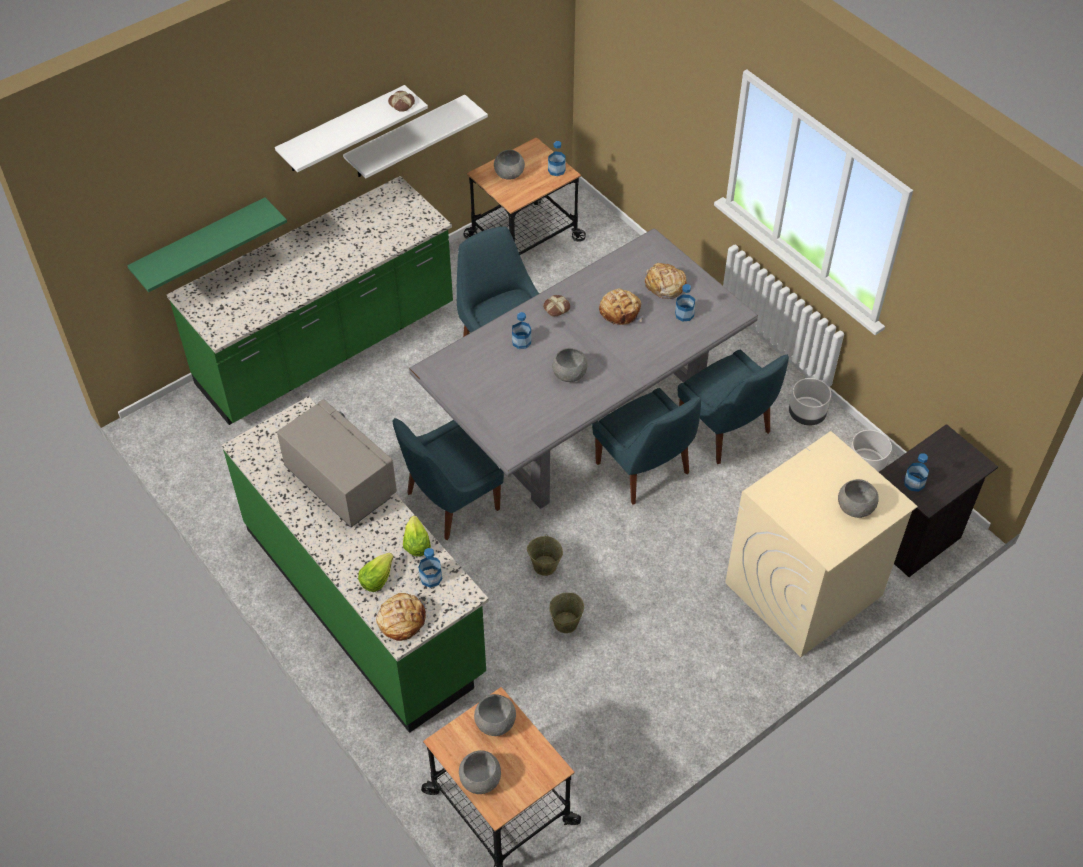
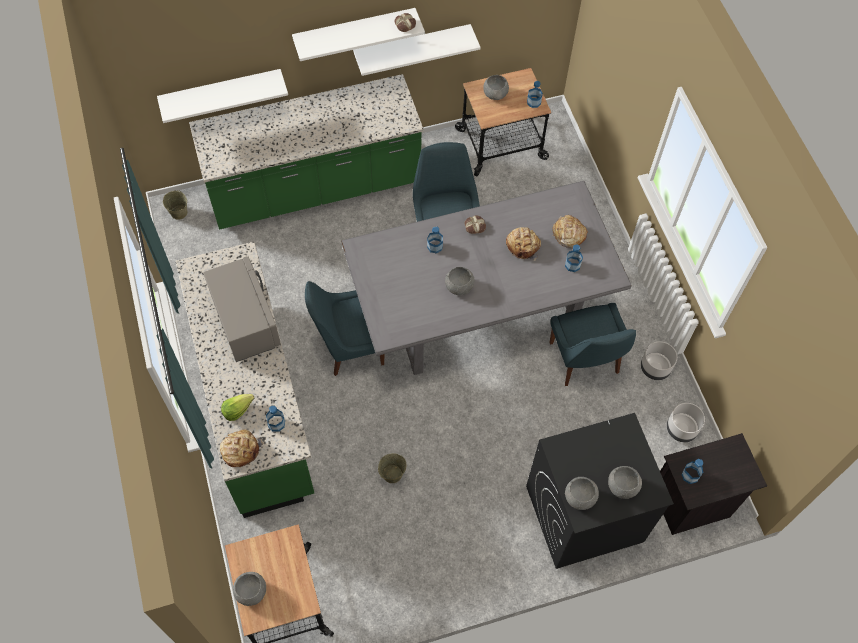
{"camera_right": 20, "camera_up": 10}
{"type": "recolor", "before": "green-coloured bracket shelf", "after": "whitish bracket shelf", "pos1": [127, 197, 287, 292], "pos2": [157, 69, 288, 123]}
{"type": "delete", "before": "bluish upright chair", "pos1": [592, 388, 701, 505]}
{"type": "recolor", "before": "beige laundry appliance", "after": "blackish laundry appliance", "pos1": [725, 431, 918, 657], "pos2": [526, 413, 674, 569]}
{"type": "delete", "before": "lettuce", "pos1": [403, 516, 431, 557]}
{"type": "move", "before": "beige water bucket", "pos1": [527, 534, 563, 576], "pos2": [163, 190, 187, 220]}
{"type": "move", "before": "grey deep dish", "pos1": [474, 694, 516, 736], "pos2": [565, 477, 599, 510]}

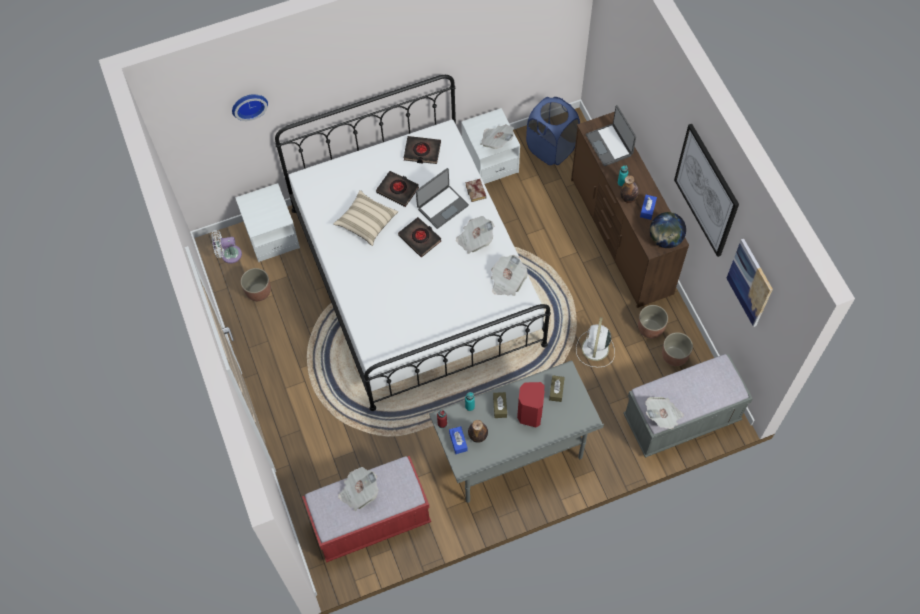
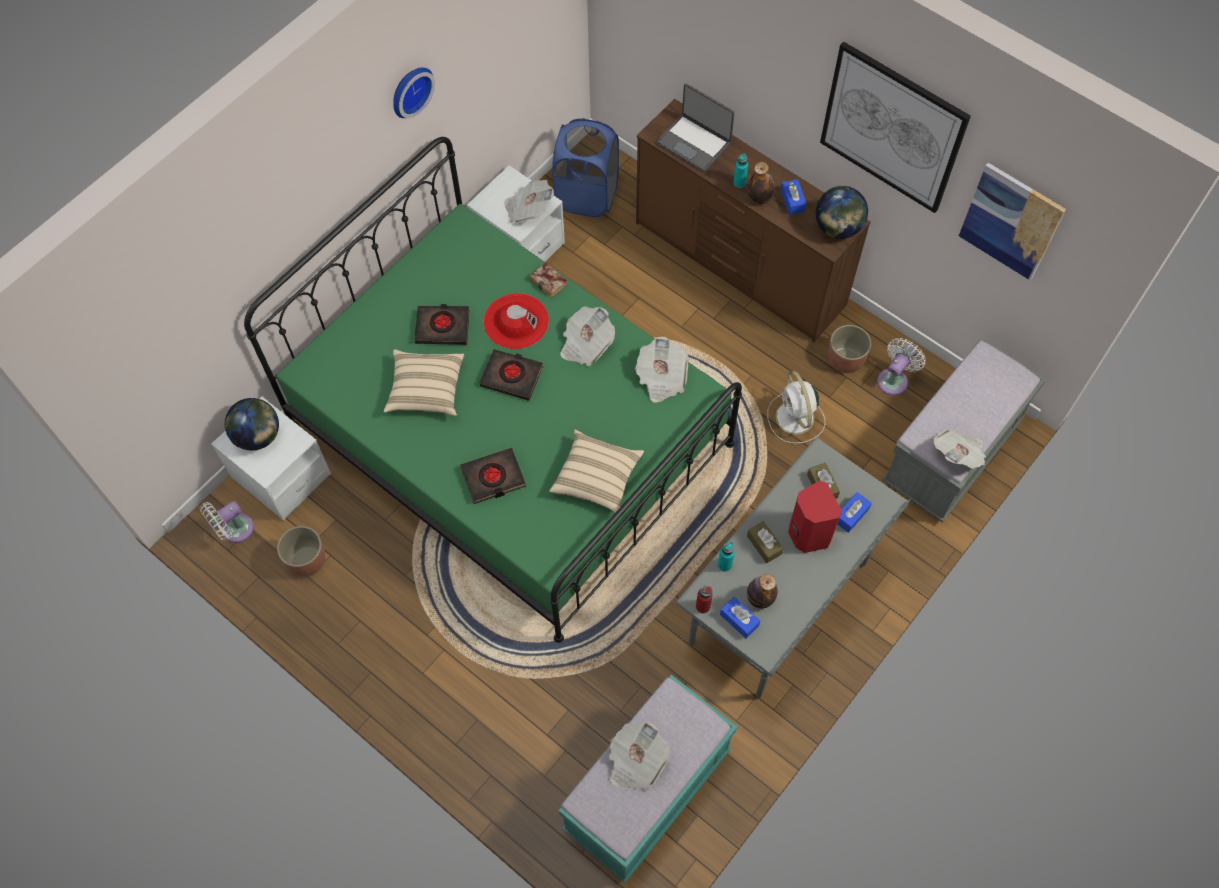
{"camera_right": -30, "camera_up": 0}
{"type": "recolor", "before": "whitish sleeping bed", "after": "green-coloured sleeping bed", "pos1": [275, 75, 551, 411], "pos2": [244, 137, 742, 643]}
{"type": "move", "before": "hanging clock", "pos1": [232, 94, 268, 121], "pos2": [393, 67, 435, 118]}
{"type": "move", "before": "blackish bound book", "pos1": [404, 136, 441, 164], "pos2": [460, 448, 526, 504]}
{"type": "replace", "before": "laptop", "after": "reddish wearable hat", "pos1": [416, 168, 469, 229], "pos2": [484, 293, 549, 349]}
{"type": "replace", "before": "flower pot", "after": "whitish electric fan", "pos1": [662, 332, 693, 366], "pos2": [877, 338, 926, 396]}
{"type": "recolor", "before": "reddish bench", "after": "turquoise-coloured bench", "pos1": [302, 456, 431, 563], "pos2": [559, 675, 738, 883]}
{"type": "insert", "after": "globe", "pos2": [225, 398, 279, 451]}
{"type": "insert", "after": "beige pillow", "pos2": [549, 430, 644, 513]}
{"type": "insert", "after": "bluish tissue box", "pos2": [837, 492, 872, 533]}

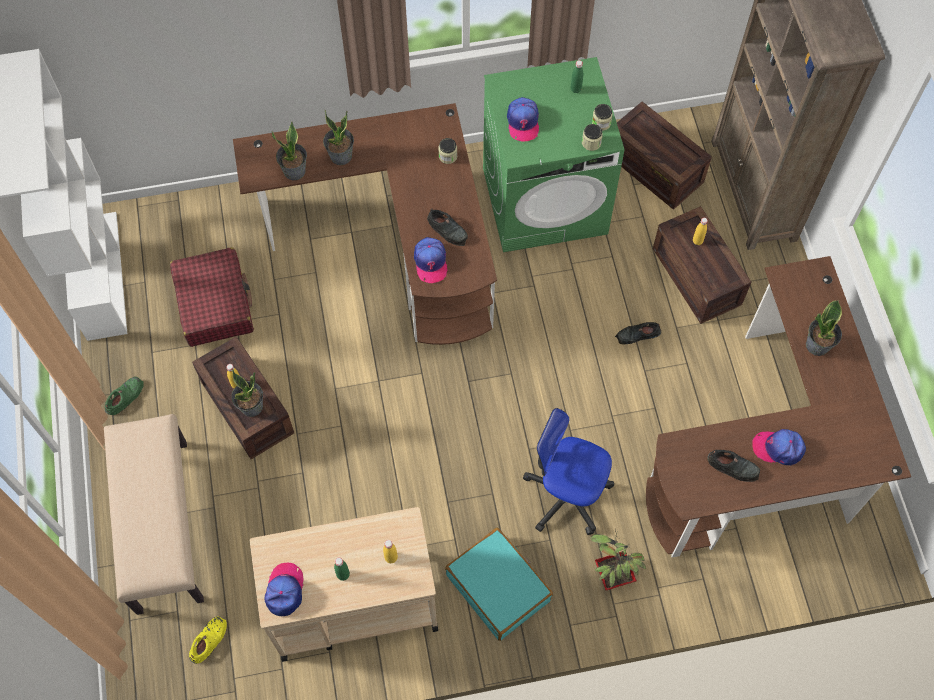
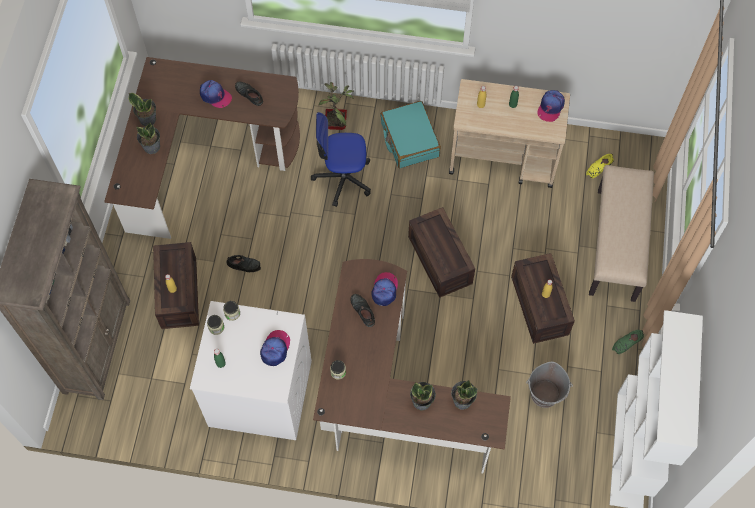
{"camera_right": -160, "camera_up": 0}
{"type": "recolor", "before": "green-coloured laundry appliance", "after": "whitish laundry appliance", "pos1": [483, 57, 624, 252], "pos2": [190, 301, 312, 440]}
{"type": "move", "before": "shipping crate", "pos1": [617, 102, 712, 210], "pos2": [408, 207, 475, 298]}
{"type": "replace", "before": "reddish piece of luggage", "after": "grey water bucket", "pos1": [170, 247, 254, 347], "pos2": [526, 362, 573, 408]}
{"type": "move", "before": "plant in a pot", "pos1": [232, 369, 263, 417], "pos2": [128, 93, 156, 126]}
{"type": "rotate", "before": "desk chair", "pos1": [523, 408, 614, 535], "pos2": [311, 112, 371, 207], "turn": 135}

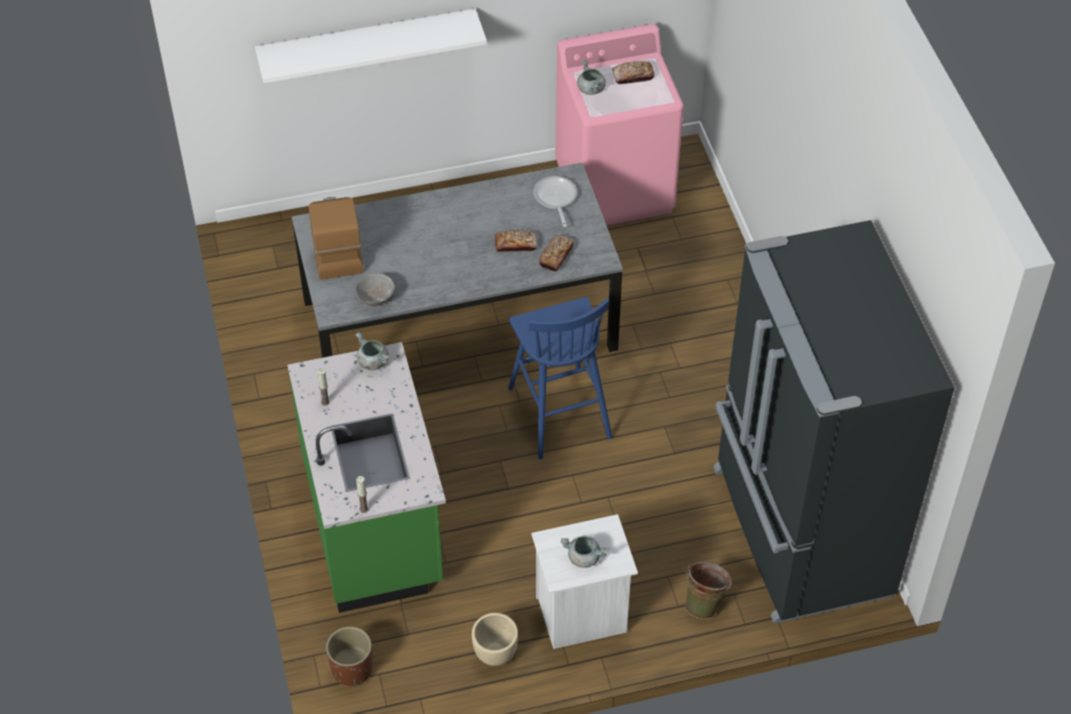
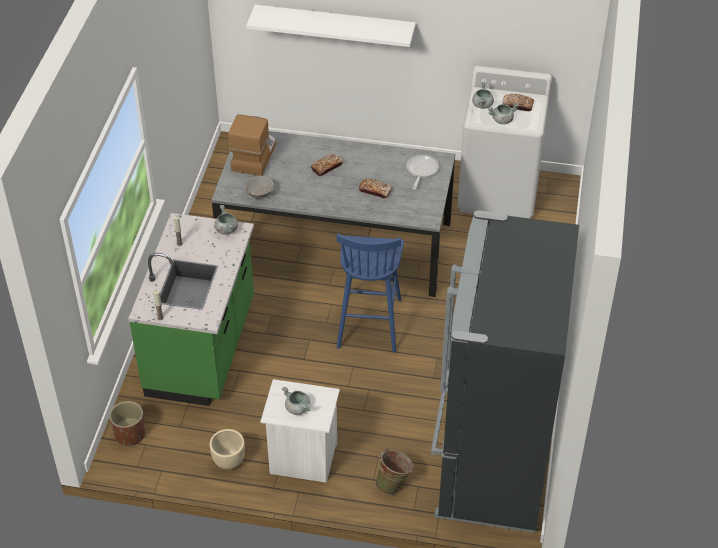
{"camera_right": 25, "camera_up": -5}
{"type": "recolor", "before": "pinkish laundry appliance", "after": "whitish laundry appliance", "pos1": [555, 24, 684, 225], "pos2": [458, 66, 552, 219]}
{"type": "move", "before": "baked bread", "pos1": [539, 235, 574, 272], "pos2": [311, 154, 343, 177]}
{"type": "insert", "after": "grey stockpot", "pos2": [488, 103, 519, 124]}

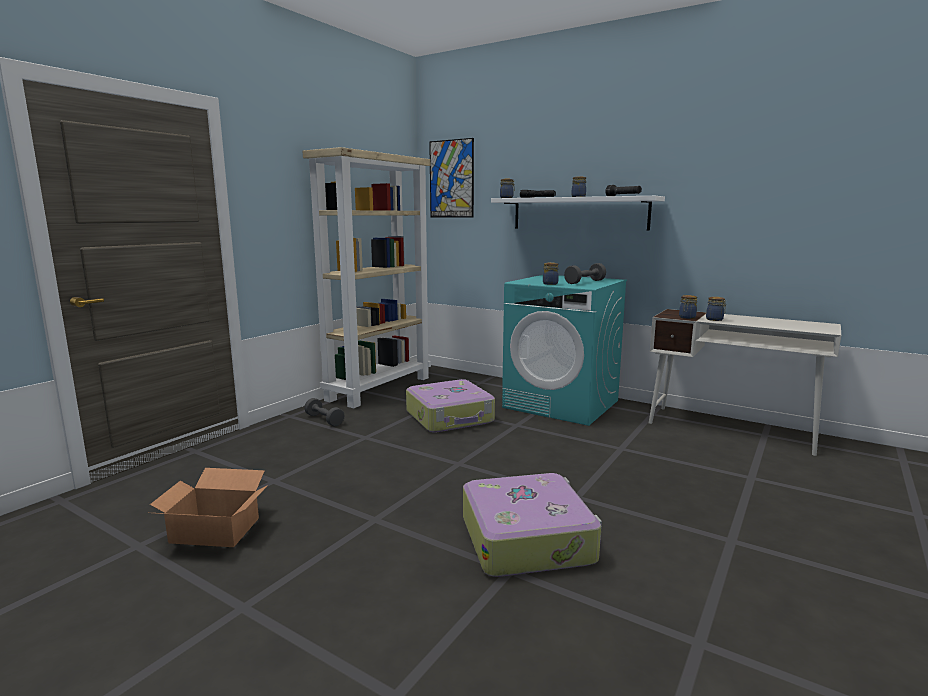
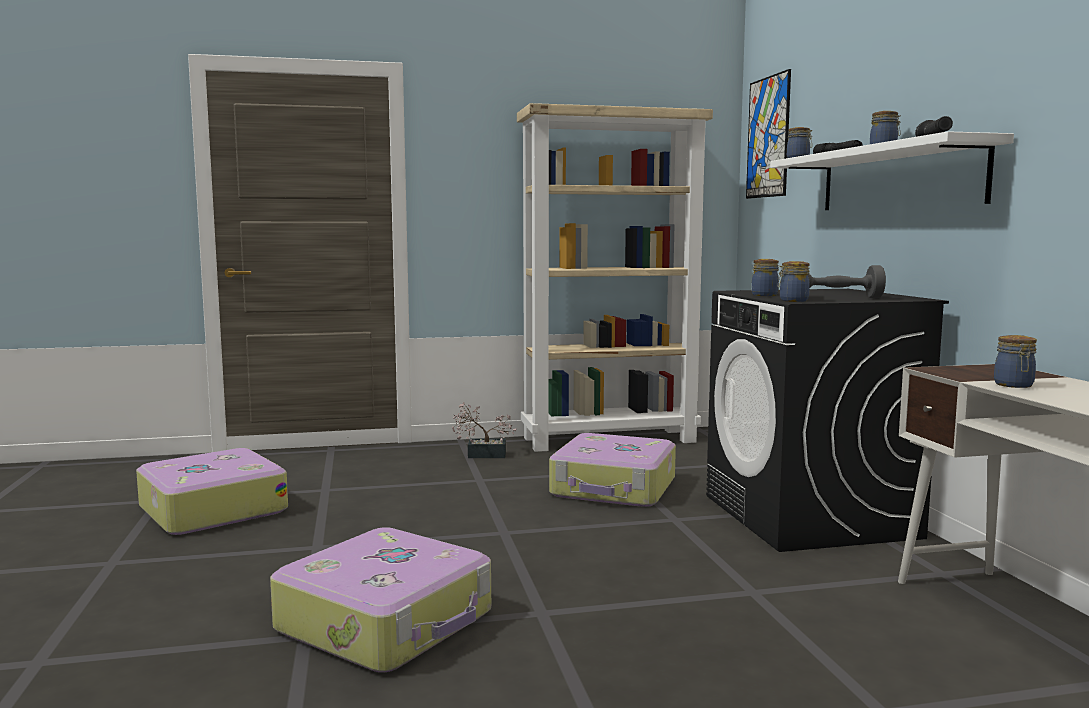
{"camera_right": 45, "camera_up": -5}
{"type": "recolor", "before": "turquoise-coloured laundry appliance", "after": "blackish laundry appliance", "pos1": [502, 275, 627, 426], "pos2": [706, 289, 949, 552]}
{"type": "move", "before": "storage jar", "pos1": [679, 295, 697, 319], "pos2": [777, 261, 810, 302]}
{"type": "replace", "before": "grey hand weight", "after": "plant in a pot", "pos1": [304, 398, 345, 426], "pos2": [452, 402, 516, 458]}
{"type": "replace", "before": "packing box", "after": "piece of luggage", "pos1": [150, 468, 268, 547], "pos2": [136, 448, 288, 535]}

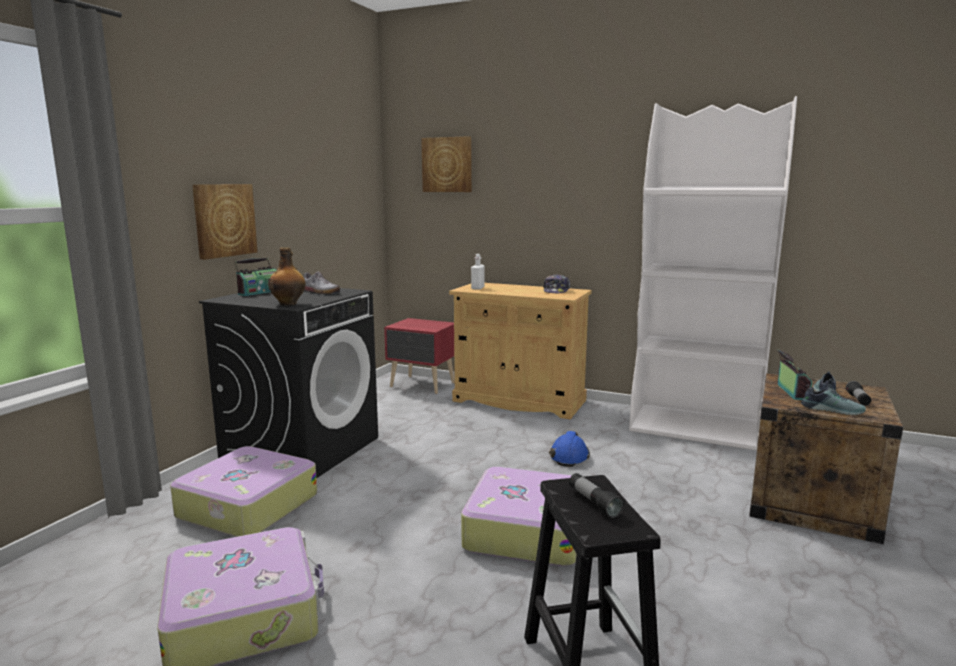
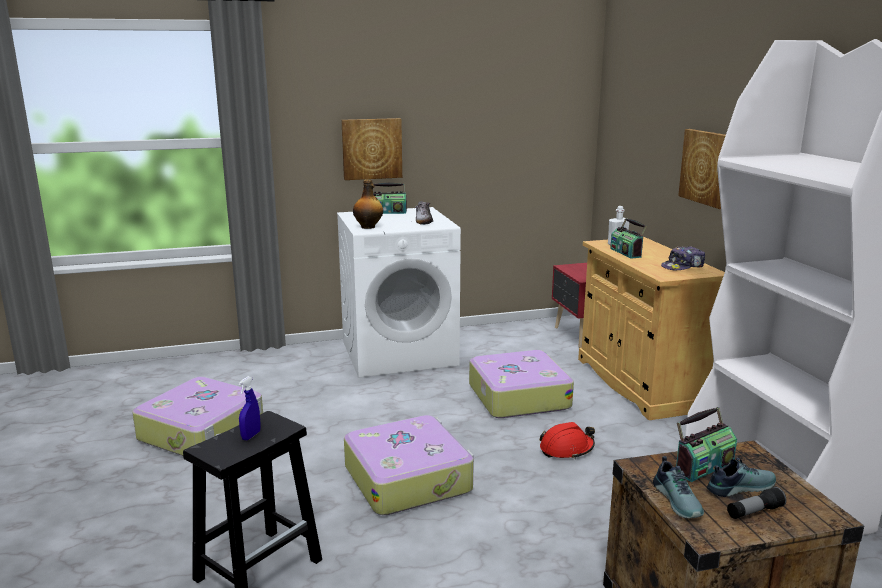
{"camera_right": 50, "camera_up": 5}
{"type": "move", "before": "wall art", "pos1": [421, 136, 472, 192], "pos2": [678, 129, 726, 209]}
{"type": "recolor", "before": "blackish laundry appliance", "after": "whitish laundry appliance", "pos1": [199, 288, 378, 478], "pos2": [337, 207, 461, 378]}
{"type": "recolor", "before": "bluish safety helmet", "after": "reddish safety helmet", "pos1": [549, 431, 590, 467], "pos2": [540, 422, 595, 459]}
{"type": "move", "before": "piece of luggage", "pos1": [170, 446, 317, 537], "pos2": [469, 350, 574, 418]}
{"type": "replace", "before": "hand torch", "after": "bluish sprayer", "pos1": [569, 473, 624, 518], "pos2": [238, 376, 261, 440]}
{"type": "insert", "after": "radio set", "pos2": [610, 218, 647, 259]}

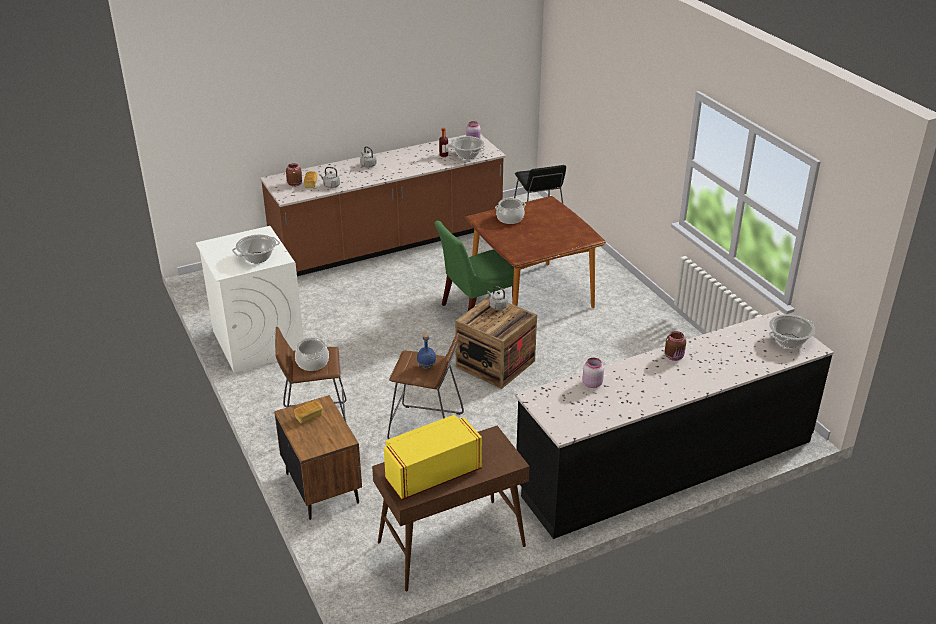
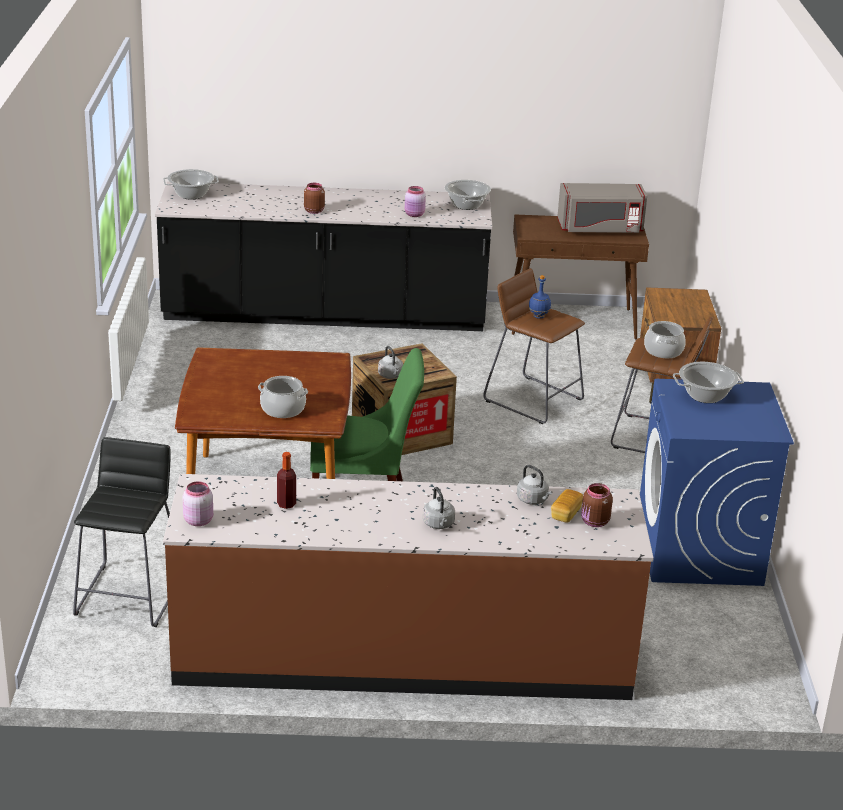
{"camera_right": -155, "camera_up": -5}
{"type": "move", "before": "stockpot", "pos1": [451, 136, 485, 159], "pos2": [445, 180, 491, 210]}
{"type": "recolor", "before": "whitish laundry appliance", "after": "bluish laundry appliance", "pos1": [196, 226, 304, 373], "pos2": [640, 379, 794, 586]}
{"type": "delete", "before": "baked bread", "pos1": [294, 401, 323, 424]}
{"type": "recolor", "before": "yellowish microwave oven", "after": "grey microwave oven", "pos1": [384, 414, 482, 500], "pos2": [557, 183, 647, 233]}

